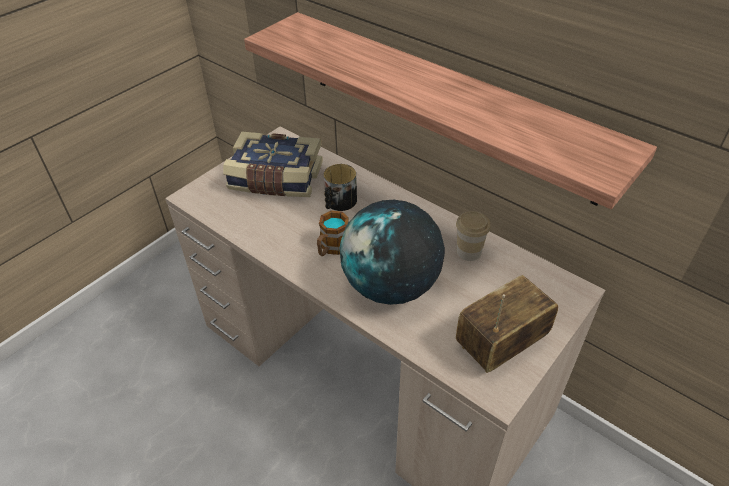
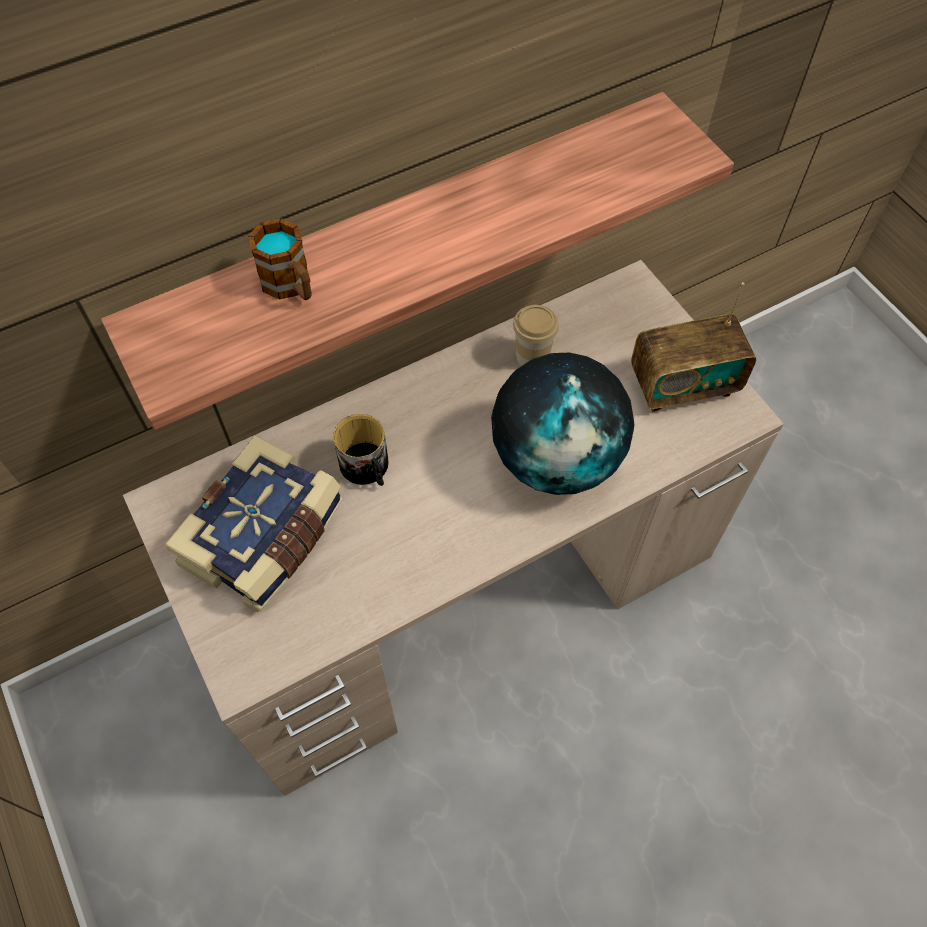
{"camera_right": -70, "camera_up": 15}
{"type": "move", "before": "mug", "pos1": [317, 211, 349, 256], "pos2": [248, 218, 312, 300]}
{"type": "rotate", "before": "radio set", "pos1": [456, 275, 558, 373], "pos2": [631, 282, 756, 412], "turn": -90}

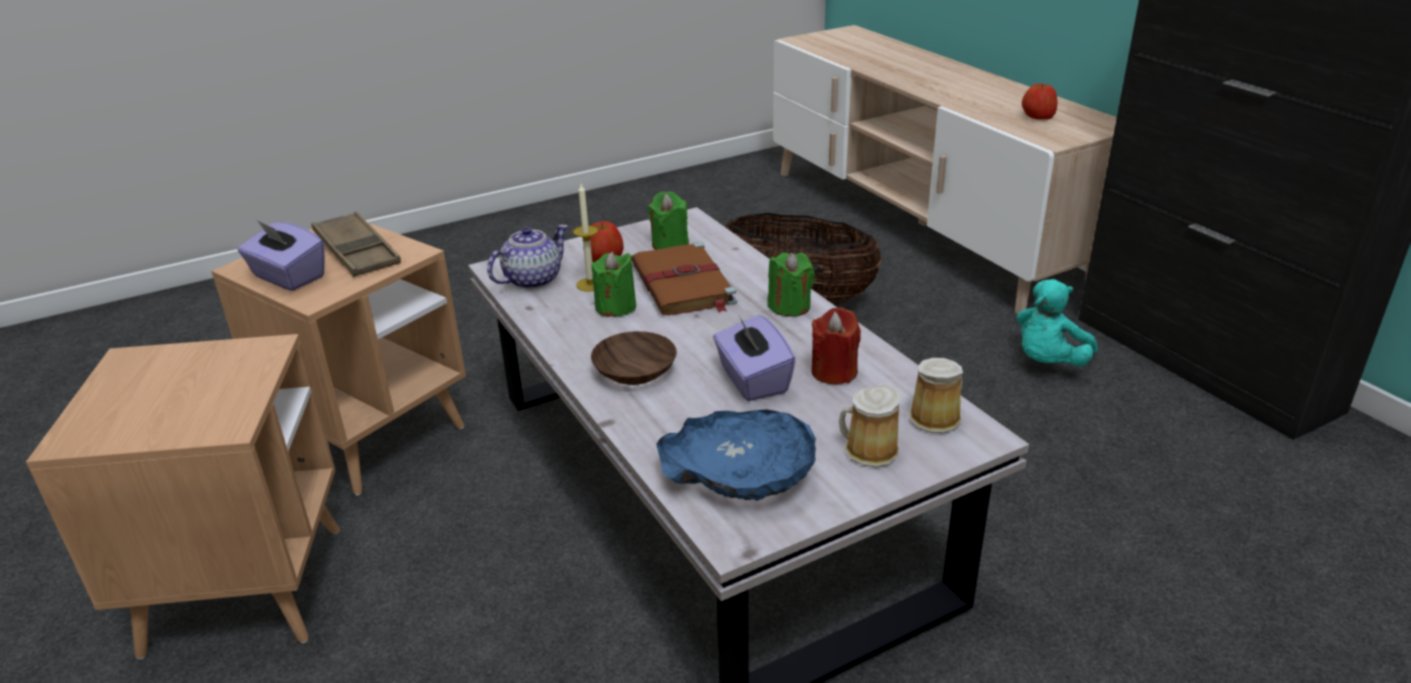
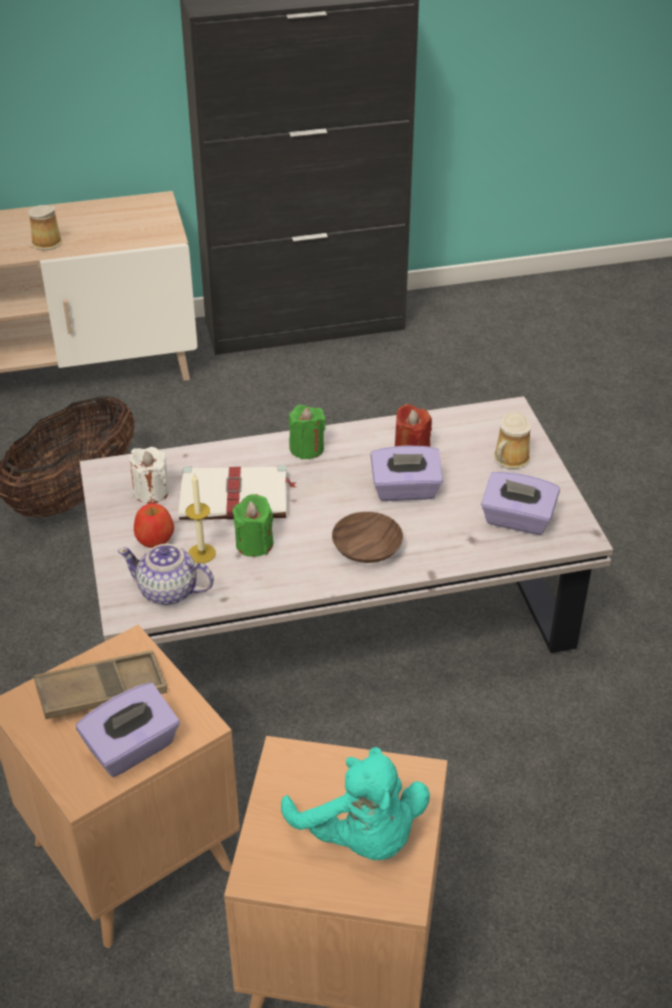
{"camera_right": -75, "camera_up": 10}
{"type": "delete", "before": "apple", "pos1": [1022, 84, 1057, 120]}
{"type": "recolor", "before": "green-coloured wax candle", "after": "whitish wax candle", "pos1": [648, 192, 689, 250], "pos2": [129, 447, 170, 504]}
{"type": "rotate", "before": "teapot", "pos1": [487, 225, 568, 289], "pos2": [118, 544, 214, 605], "turn": -45}
{"type": "recolor", "before": "brown-coloured bound book", "after": "whitish bound book", "pos1": [632, 242, 737, 315], "pos2": [179, 465, 297, 520]}
{"type": "move", "before": "turquoise-coloured cuddly toy", "pos1": [1016, 279, 1097, 366], "pos2": [281, 747, 430, 860]}
{"type": "move", "before": "mug", "pos1": [909, 358, 963, 433], "pos2": [29, 205, 62, 250]}
{"type": "replace", "before": "bluish deep dish", "after": "purplish tissue box", "pos1": [657, 410, 816, 501], "pos2": [481, 472, 560, 535]}

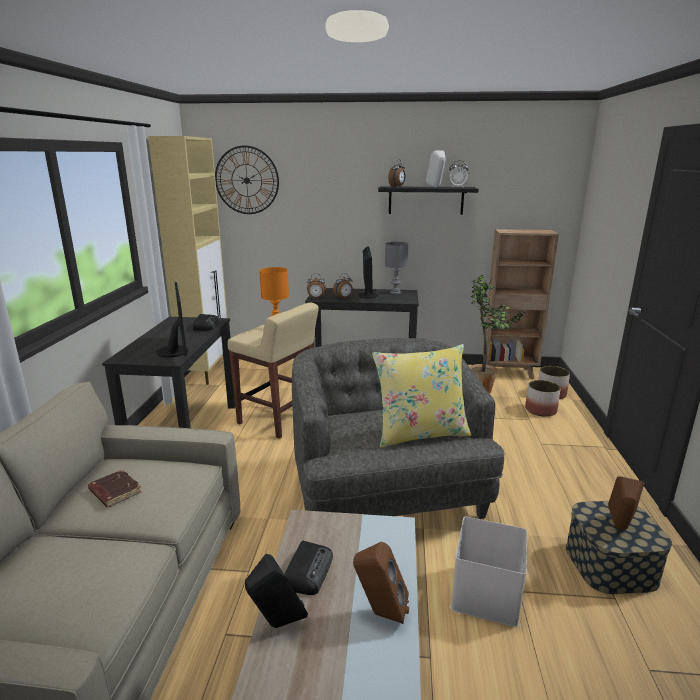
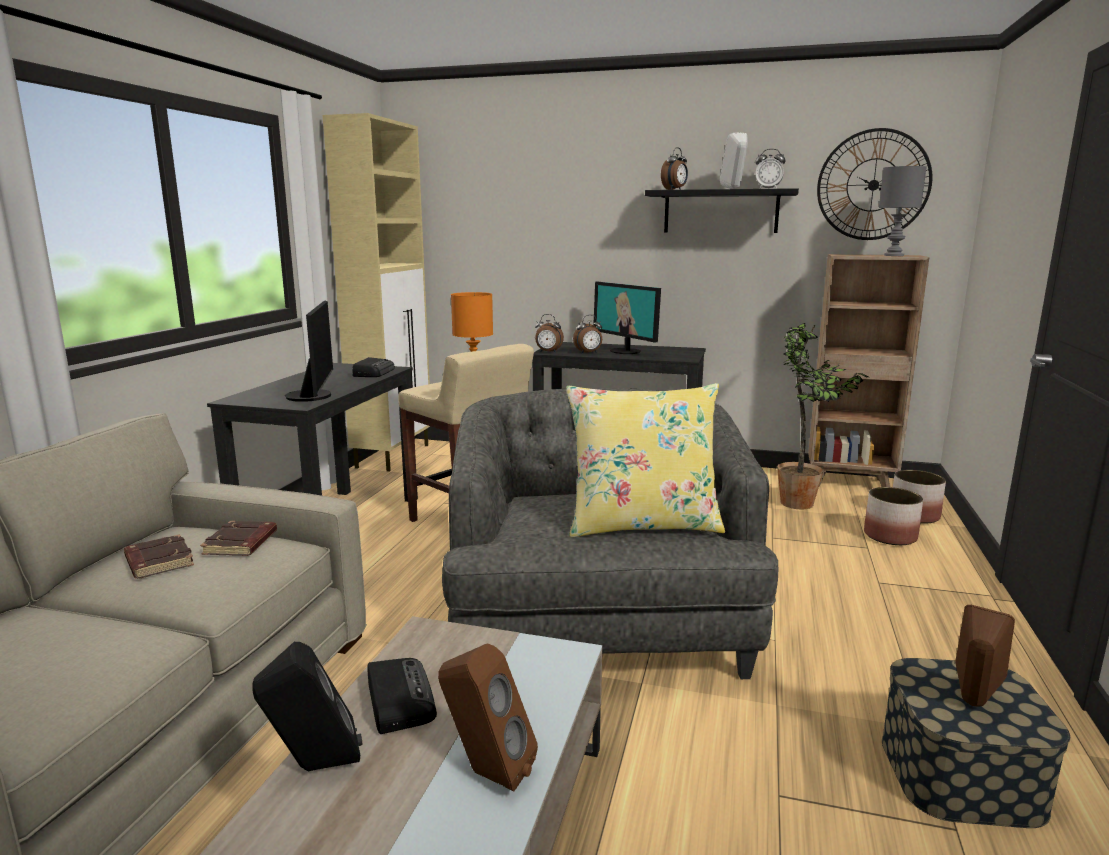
{"camera_right": 10, "camera_up": -5}
{"type": "move", "before": "hanging clock", "pos1": [215, 145, 279, 214], "pos2": [817, 128, 932, 240]}
{"type": "move", "before": "grey table lamp", "pos1": [385, 242, 409, 294], "pos2": [879, 166, 926, 256]}
{"type": "rotate", "before": "computer screen", "pos1": [358, 246, 378, 298], "pos2": [593, 282, 661, 354], "turn": 135}
{"type": "delete", "before": "whitish storage bin", "pos1": [451, 516, 527, 627]}
{"type": "rotate", "before": "radio set", "pos1": [285, 541, 333, 595], "pos2": [367, 658, 437, 734], "turn": -45}
{"type": "insert", "after": "brown-coloured bound book", "pos2": [200, 521, 277, 556]}

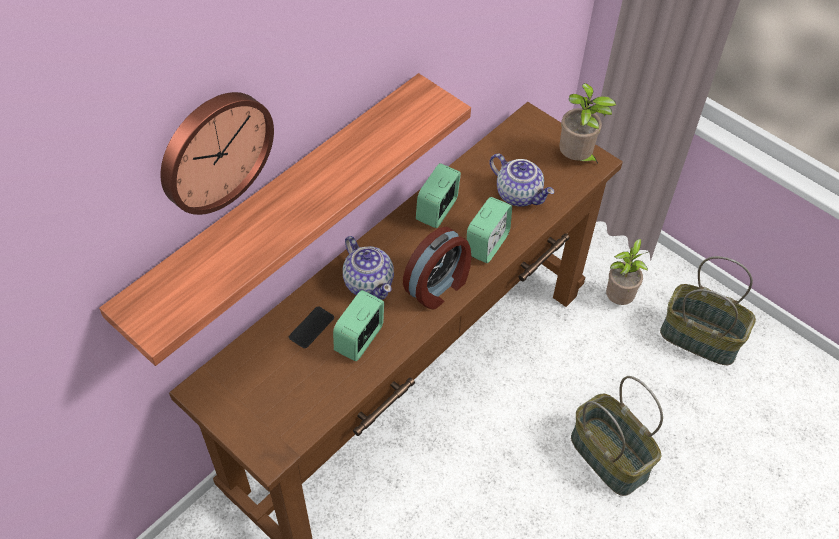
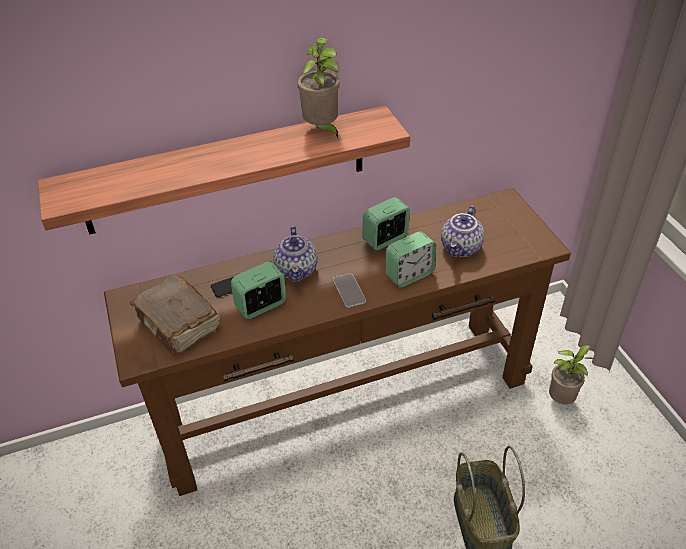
{"camera_right": 30, "camera_up": -10}
{"type": "move", "before": "plant in a pot", "pos1": [559, 83, 616, 164], "pos2": [298, 38, 340, 138]}
{"type": "delete", "before": "hanging clock", "pos1": [160, 92, 274, 215]}
{"type": "rotate", "before": "teapot", "pos1": [490, 154, 554, 207], "pos2": [441, 205, 484, 258], "turn": 45}
{"type": "replace", "before": "bedside clock", "after": "telephone", "pos1": [403, 227, 471, 309], "pos2": [333, 273, 366, 308]}
{"type": "delete", "before": "basket", "pos1": [660, 256, 756, 365]}
{"type": "insert", "after": "brown-coloured bound book", "pos2": [130, 275, 219, 356]}

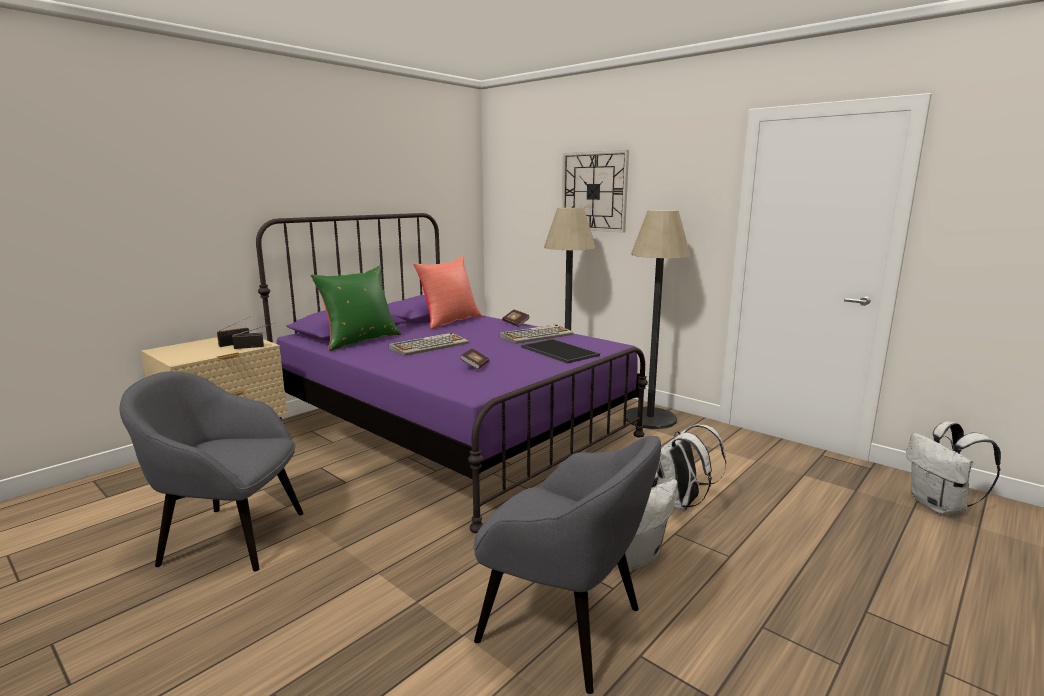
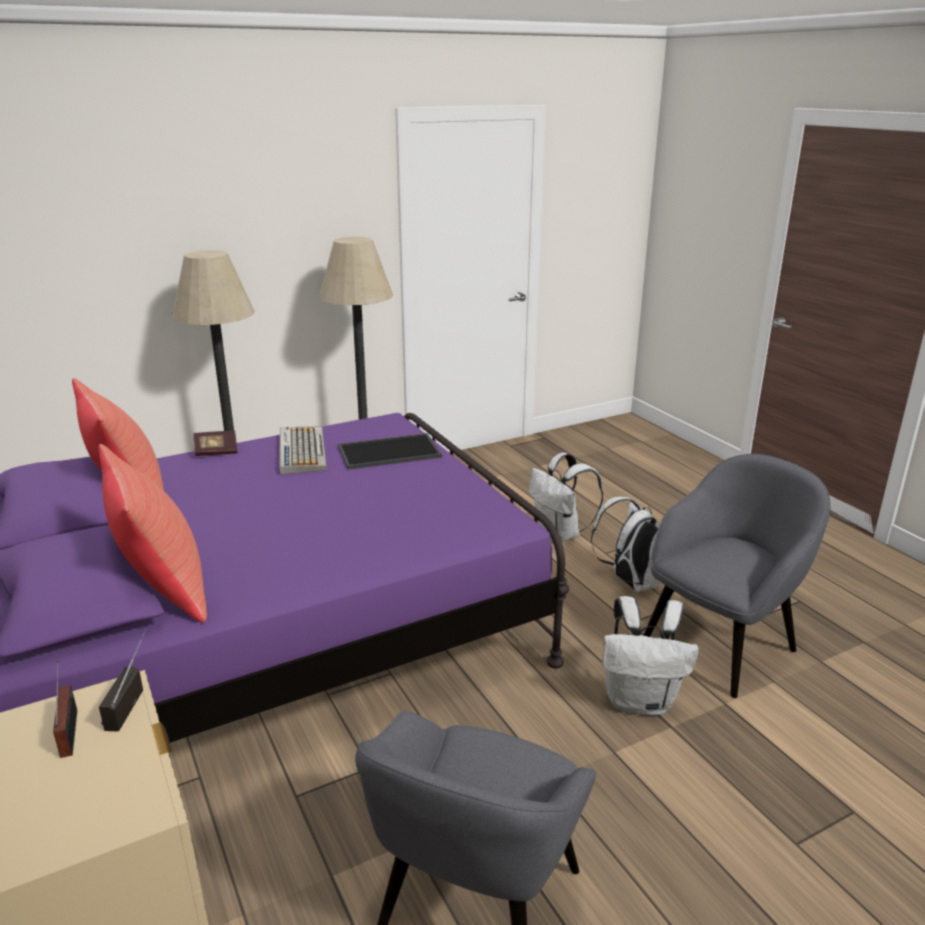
{"camera_right": -70, "camera_up": 10}
{"type": "delete", "before": "hanging clock", "pos1": [562, 150, 629, 233]}
{"type": "recolor", "before": "green-coloured pillow", "after": "reddish pillow", "pos1": [311, 266, 401, 351], "pos2": [99, 444, 207, 623]}
{"type": "delete", "before": "PC keyboard", "pos1": [388, 333, 469, 356]}
{"type": "delete", "before": "bound book", "pos1": [460, 348, 489, 369]}
{"type": "move", "before": "whitish backpack", "pos1": [906, 421, 1001, 514], "pos2": [602, 596, 699, 715]}

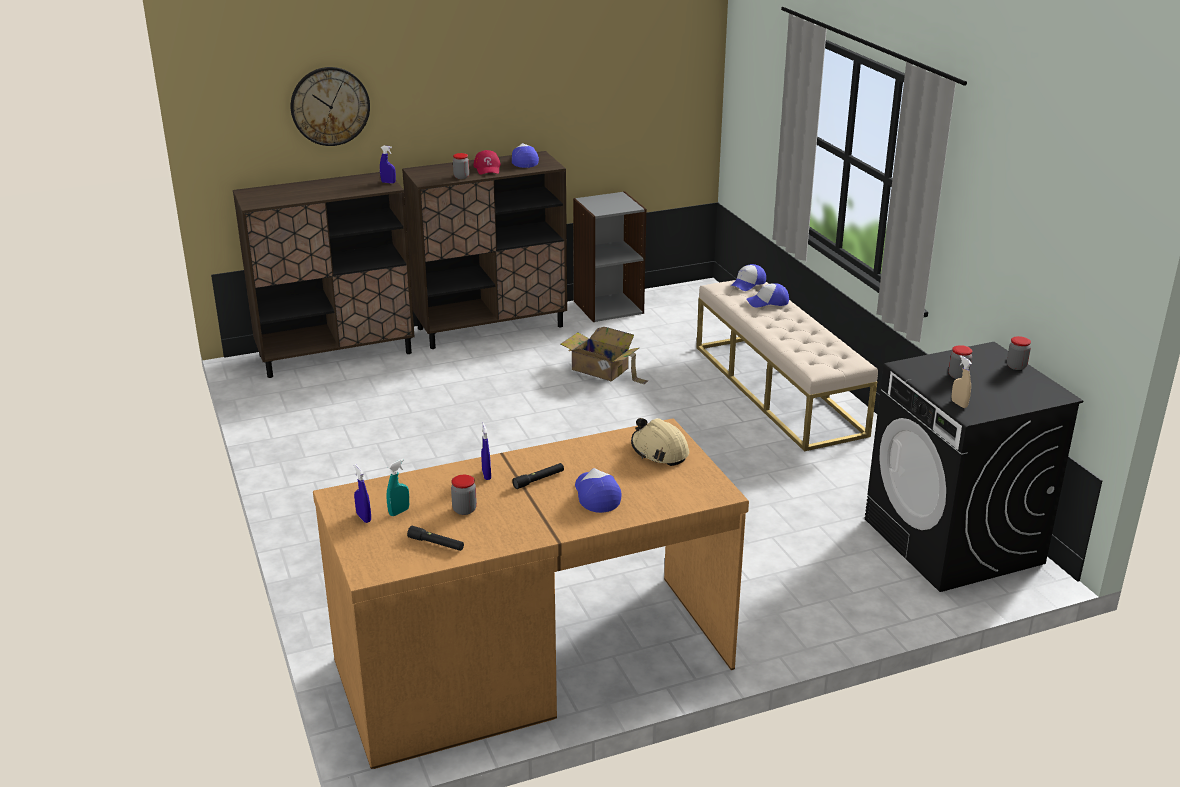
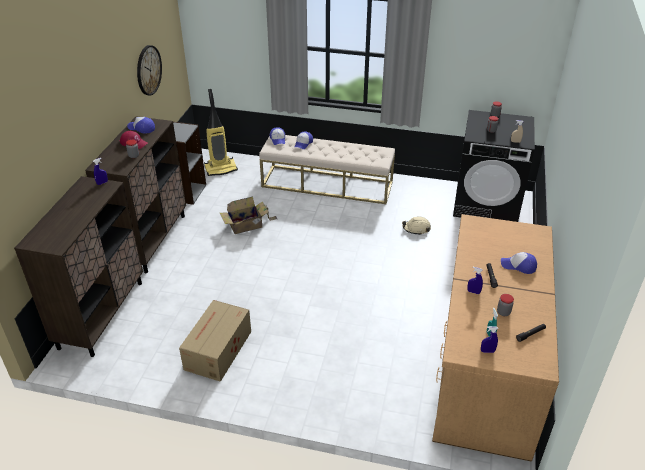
{"camera_right": -55, "camera_up": 10}
{"type": "move", "before": "hanging clock", "pos1": [291, 67, 370, 146], "pos2": [137, 45, 162, 95]}
{"type": "move", "before": "beige safety helmet", "pos1": [631, 418, 689, 466], "pos2": [402, 217, 431, 235]}
{"type": "insert", "after": "vacuum", "pos2": [204, 89, 238, 176]}
{"type": "insert", "after": "packing box", "pos2": [179, 300, 251, 382]}

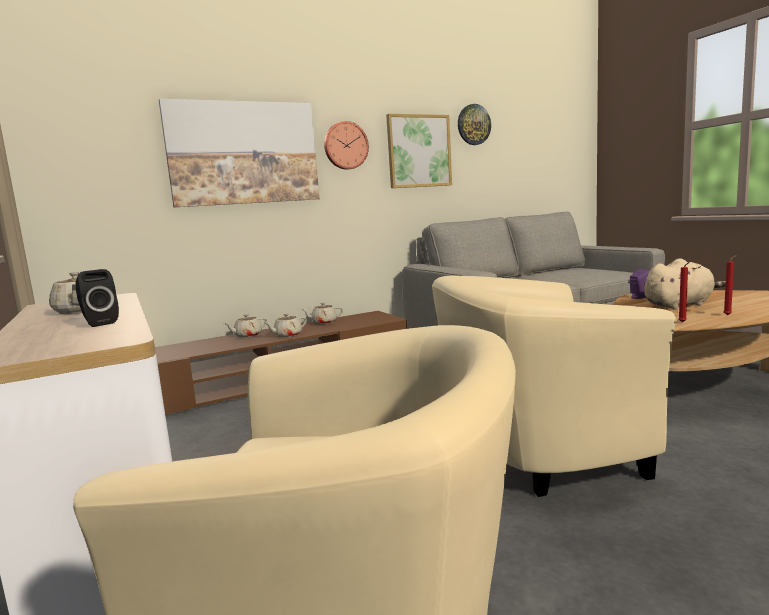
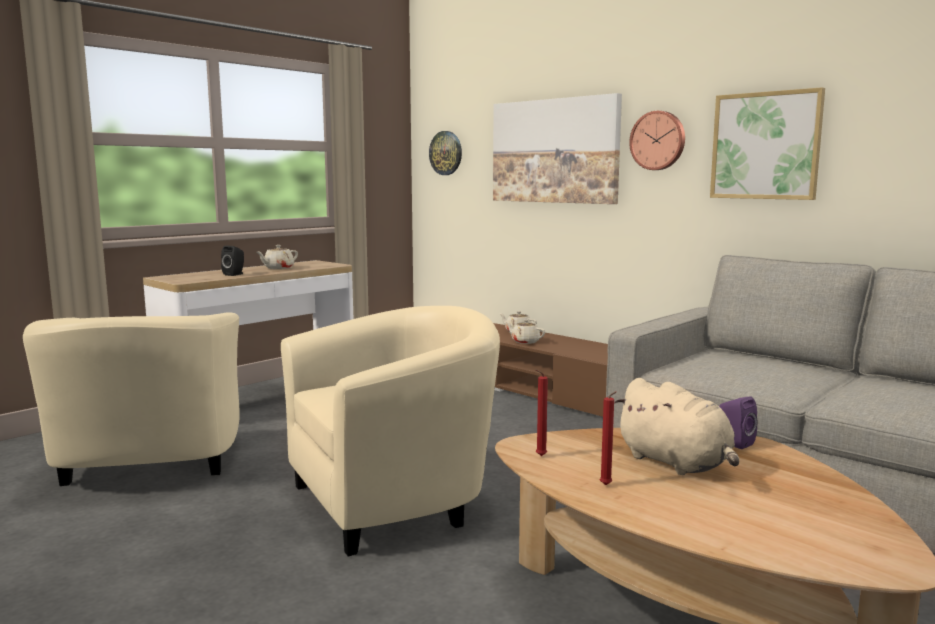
{"camera_right": 70, "camera_up": 0}
{"type": "move", "before": "hanging clock", "pos1": [458, 104, 491, 145], "pos2": [429, 131, 462, 175]}
{"type": "rotate", "before": "beige lounge chair", "pos1": [432, 276, 676, 497], "pos2": [281, 306, 500, 557], "turn": 90}
{"type": "delete", "before": "beige teapot", "pos1": [302, 303, 343, 324]}

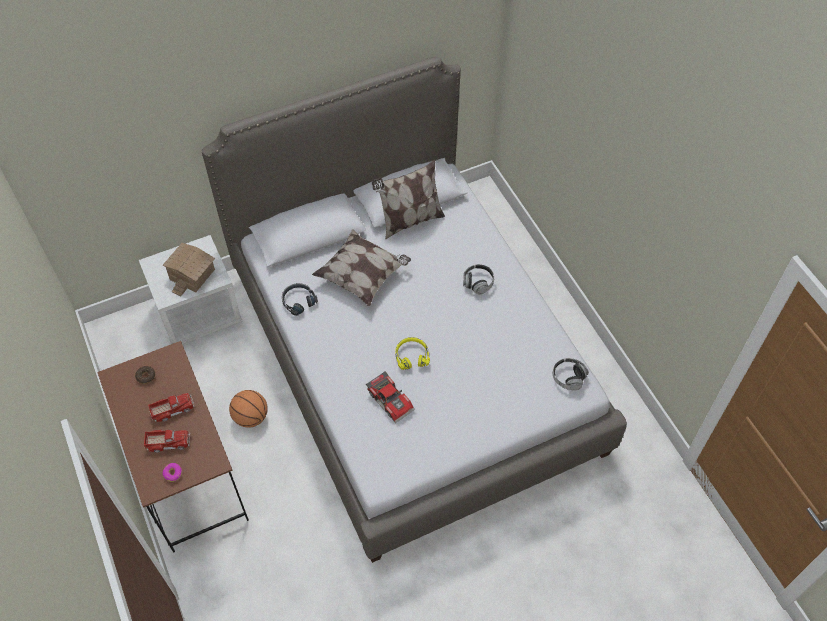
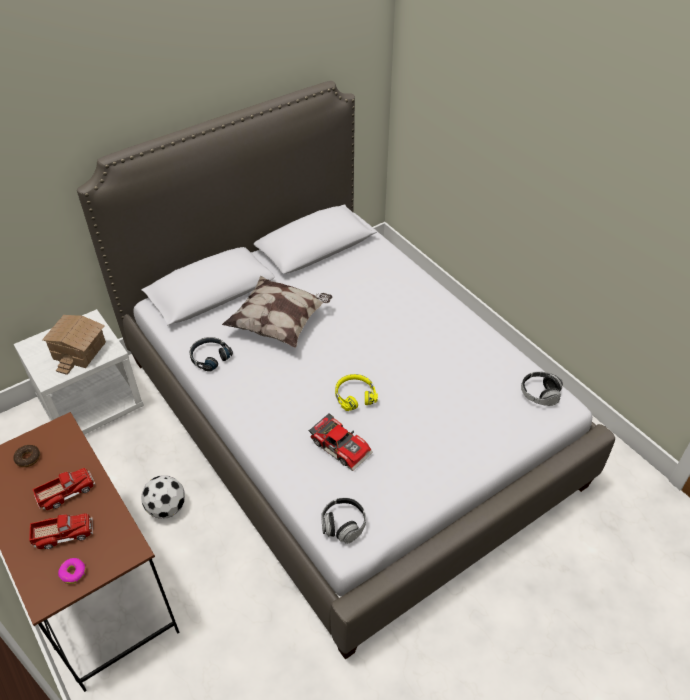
{"camera_right": -10, "camera_up": -10}
{"type": "delete", "before": "pillow", "pos1": [372, 160, 445, 240]}
{"type": "move", "before": "pair of headphones", "pos1": [463, 264, 494, 295], "pos2": [321, 498, 366, 544]}
{"type": "replace", "before": "basketball", "after": "football ball", "pos1": [229, 390, 268, 428], "pos2": [141, 475, 185, 519]}

